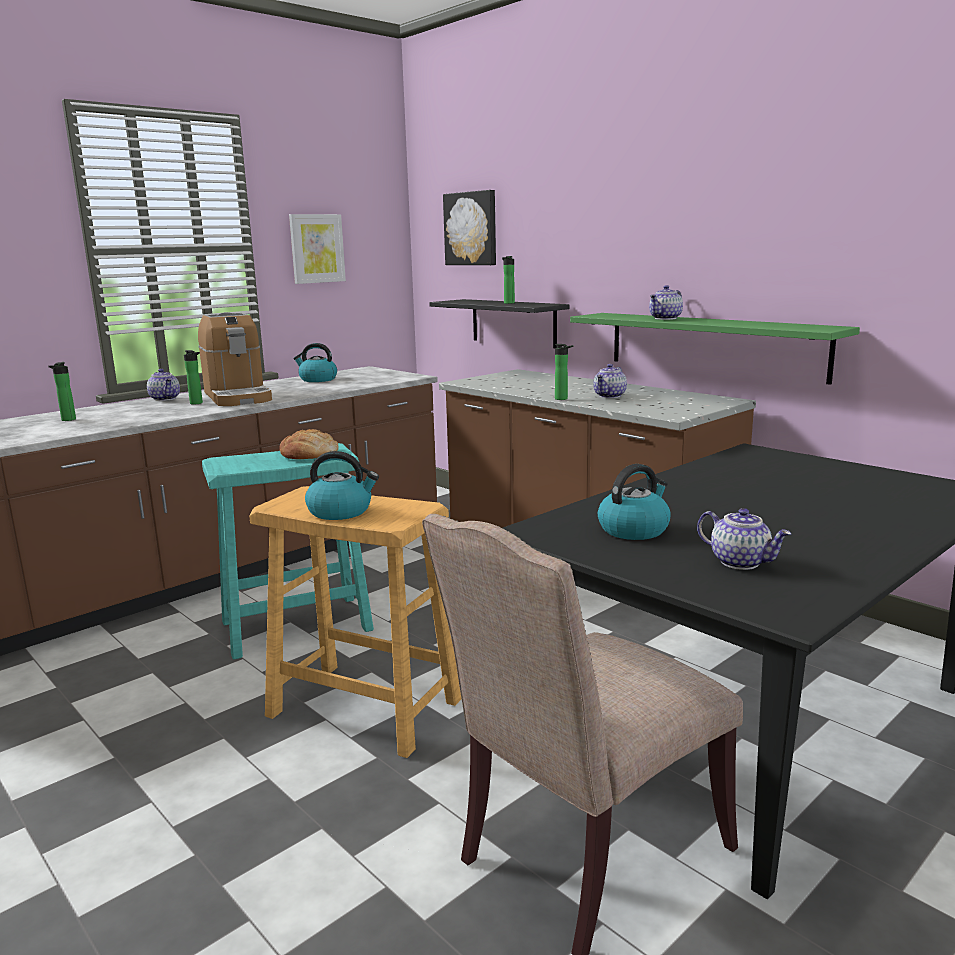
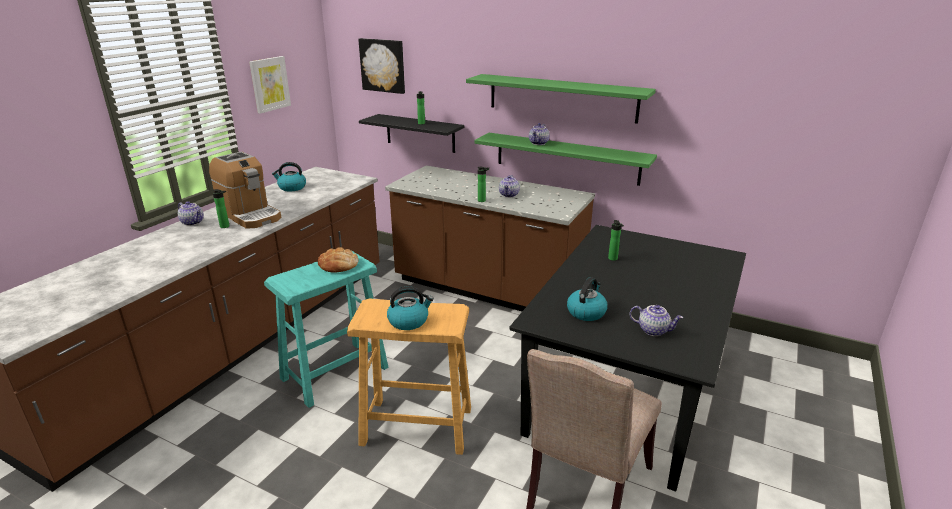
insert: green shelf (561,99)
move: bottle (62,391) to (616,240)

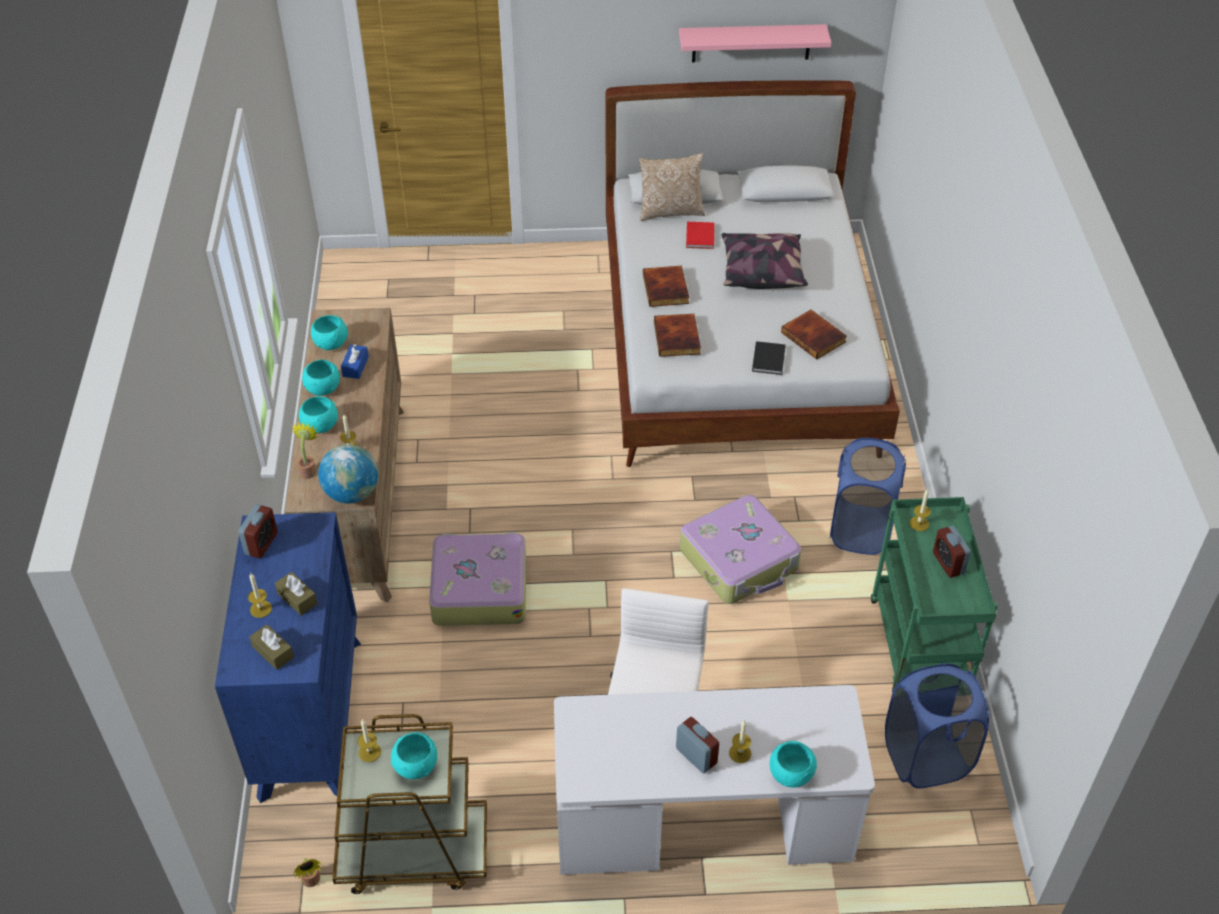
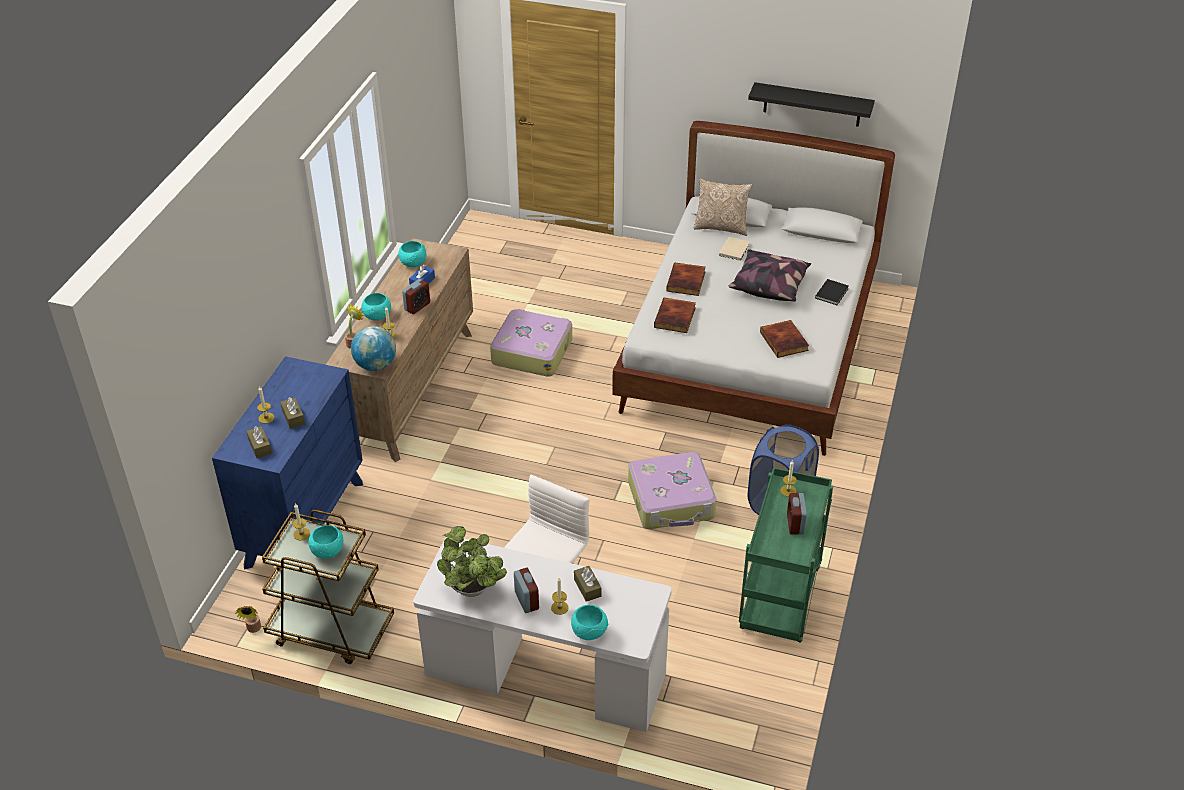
delete: turquoise bowl (321,378); blue laundry basket (937,725)
insert: potted plant (472,561); brown tissue box (588,584)
move: alarm clock (258,531) to (416,296); suitcase (477,579) to (531,343); black book (769,358) to (832,292)
recolor: pink shelf (755,43) to black shelf (811,104); red book (700,235) to beige book (734,249)

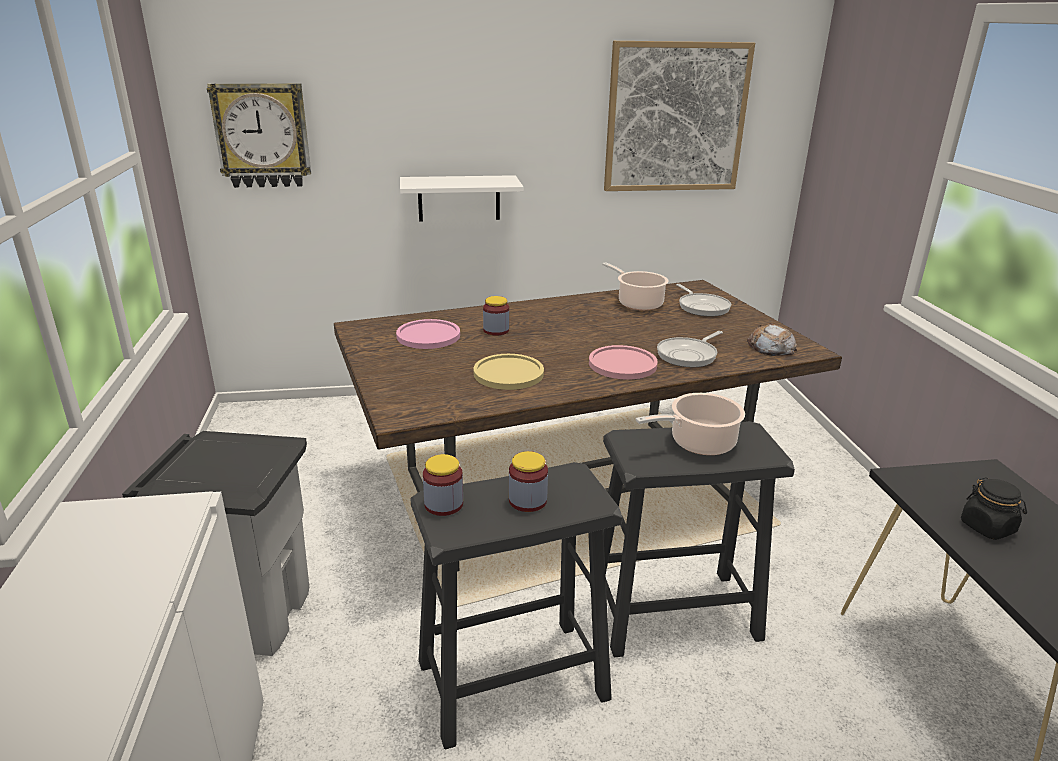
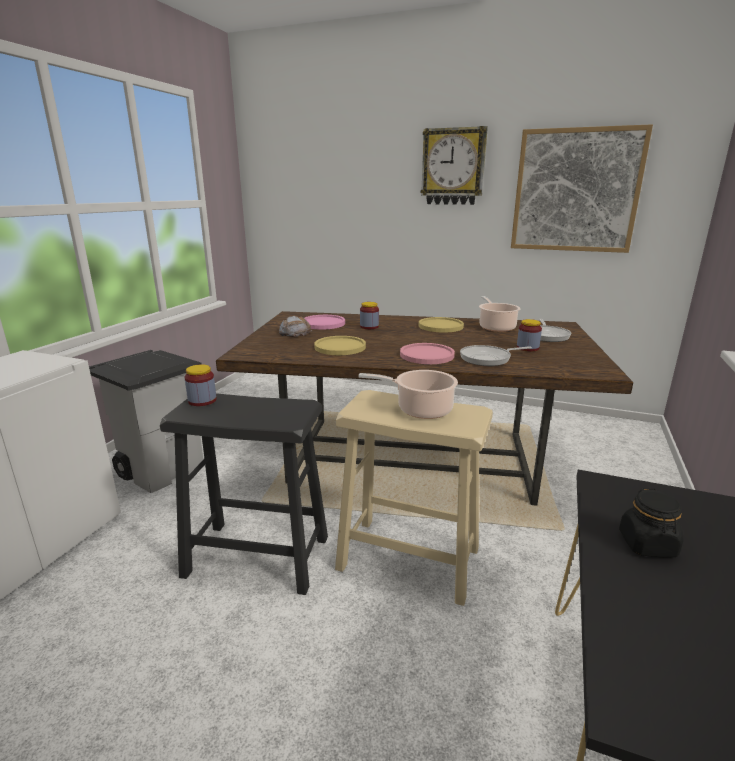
delete: white shelf (462,198)
insert: yellow plate (441,324)
move: wall clock (259,135) to (454,165); jar (528,481) to (529,335); bread (772,339) to (295,326)
recolor: black stool (692,539) to beige stool (414,498)

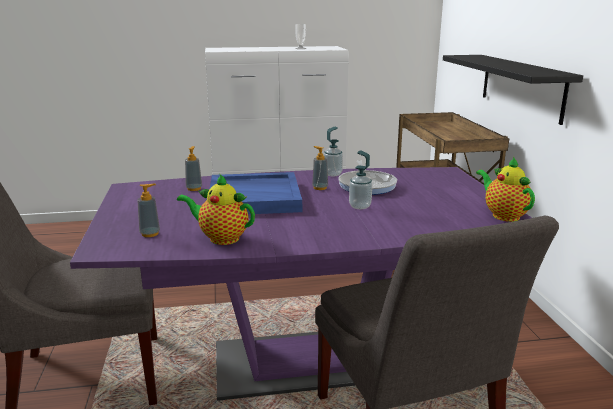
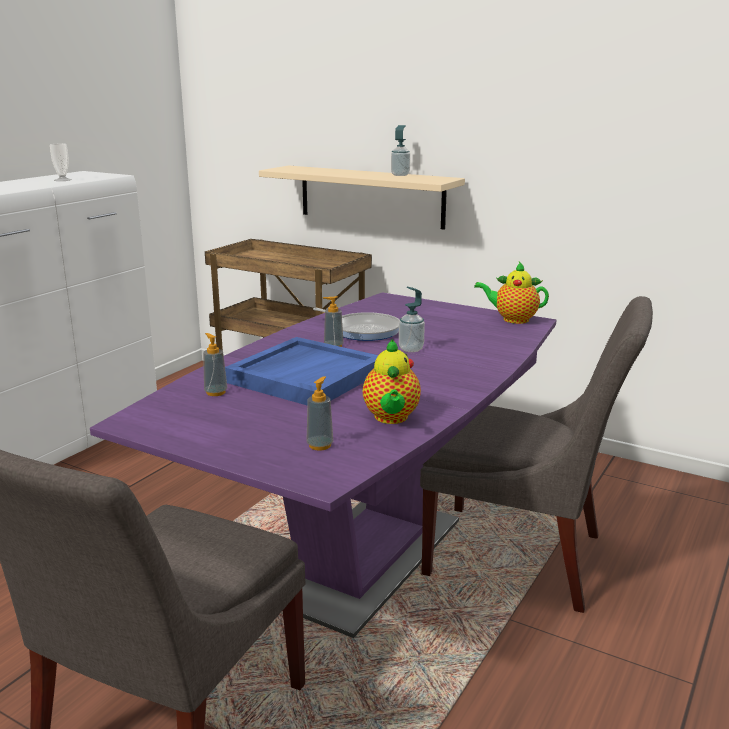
move: soap dispenser (333,151) to (400,150)
recolor: black shelf (513,90) to beige shelf (362,198)
rotate: teapot (216,209) = (392,381) 60 degrees counterclockwise

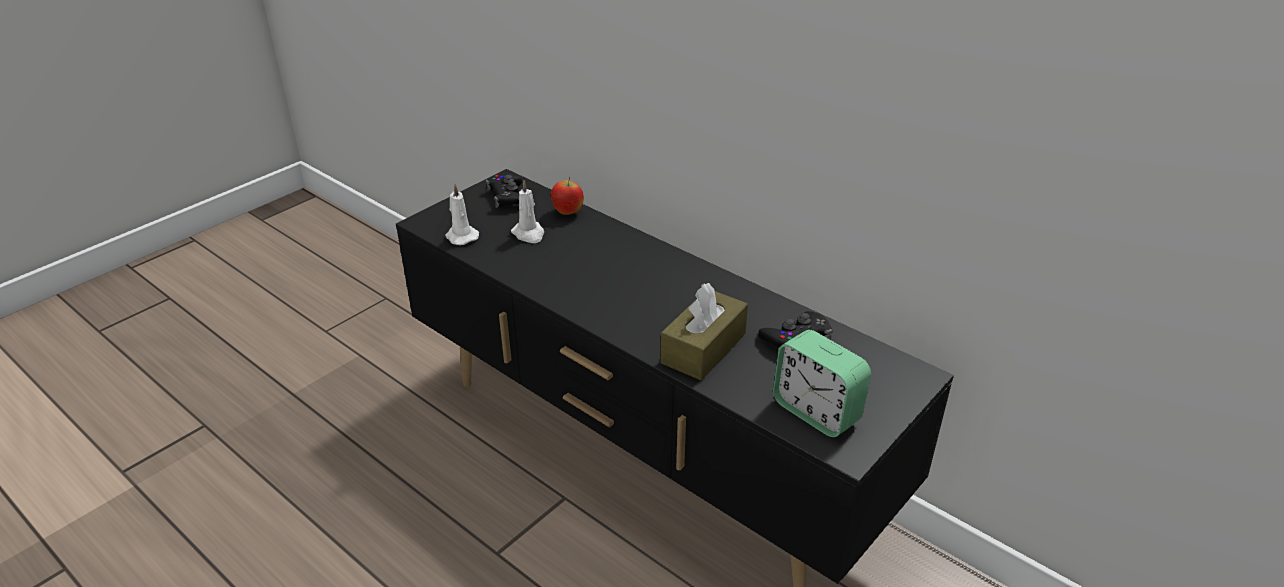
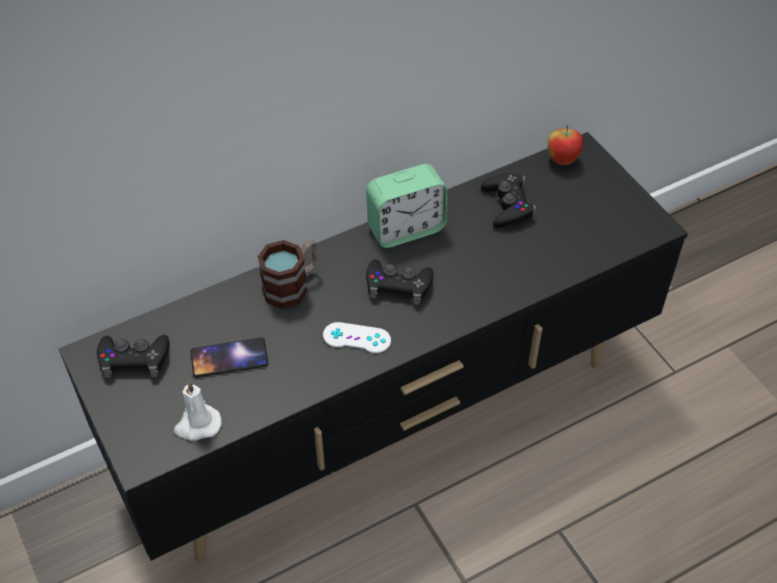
delete: brown tissue box (704,331)
insert: mug (288,274); white game controller (357,337); black game controller (399,282)
move: apple (567,196) to (565,145); alarm clock (822,383) to (407,206)
replace: white candle (527,211) to phone (229,357)

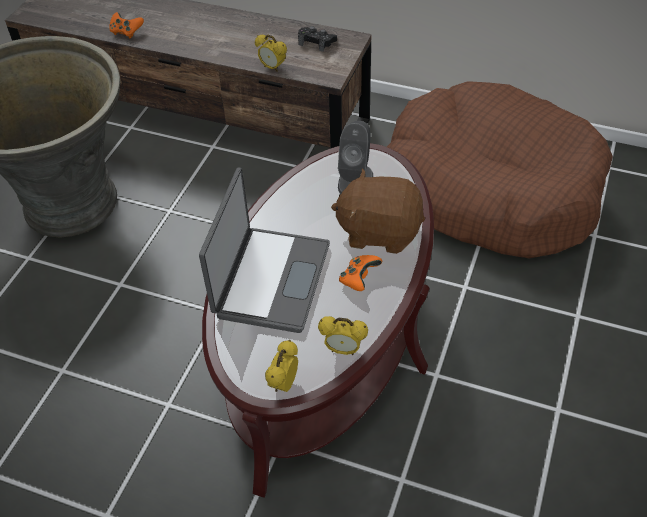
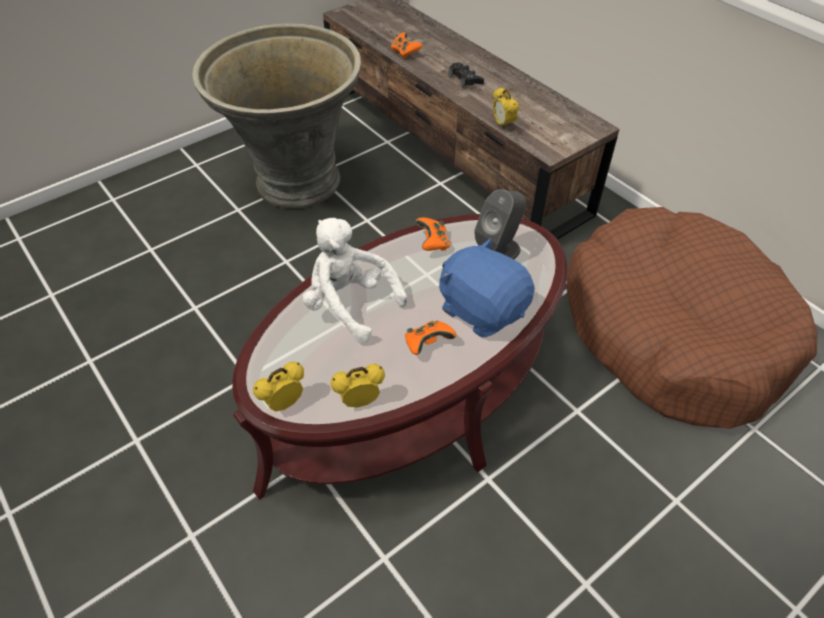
insert: orange game controller (433,234)
move: black game controller (317,39) to (466,75)
replace: laptop (264,250) to white plush toy (355,280)
recolor: brown plush toy (378,211) to blue plush toy (487,287)
rotate: alarm clock (343,335) = (358,386) 120 degrees clockwise

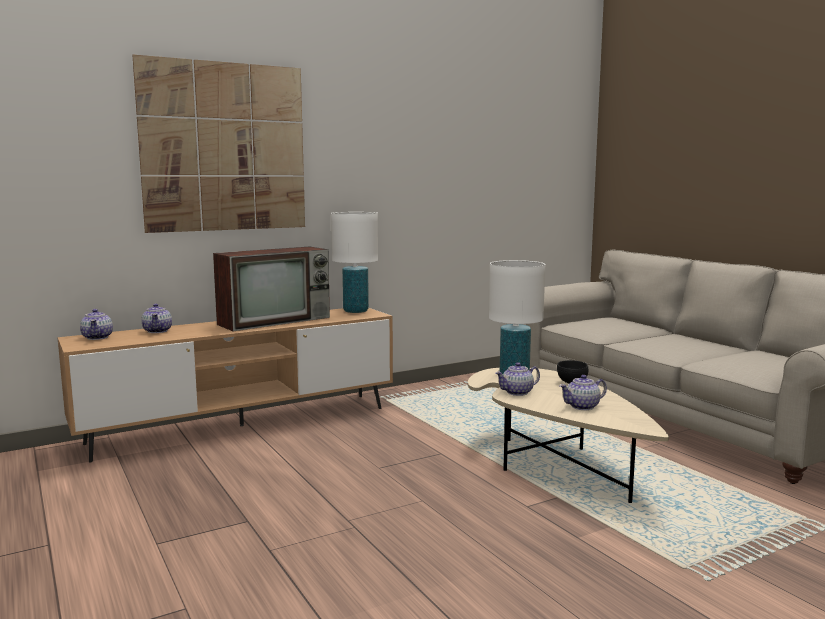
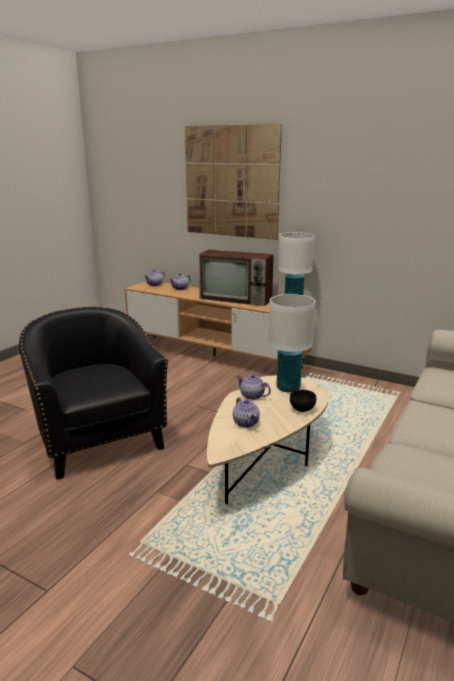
insert: black armchair (93,393)
rotate: teapot (583,392) = (246,412) 150 degrees counterclockwise

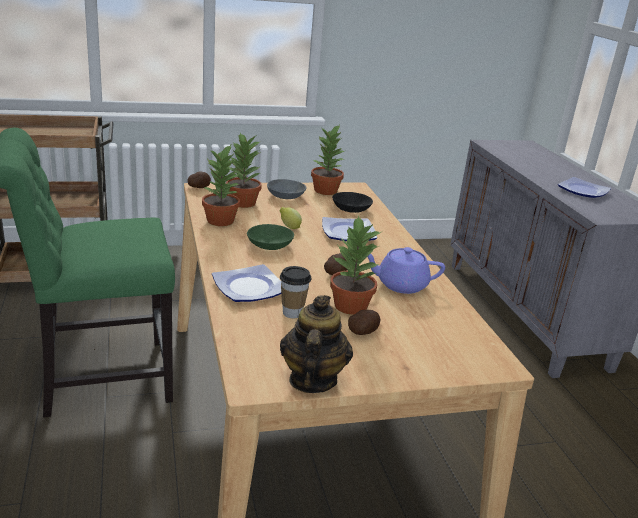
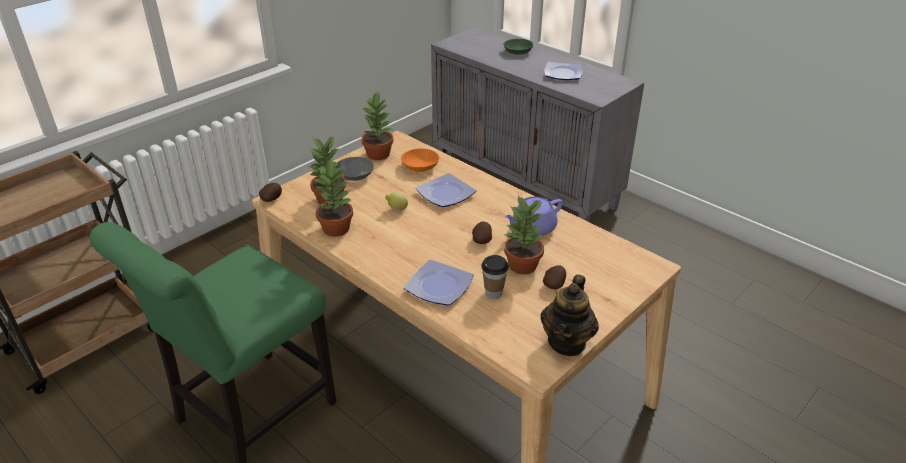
move: green bowl (270,237) to (518,47)
recolor: black bowl (352,202) to orange bowl (420,160)
rotate: teapot (316,344) = (570,315) 135 degrees counterclockwise

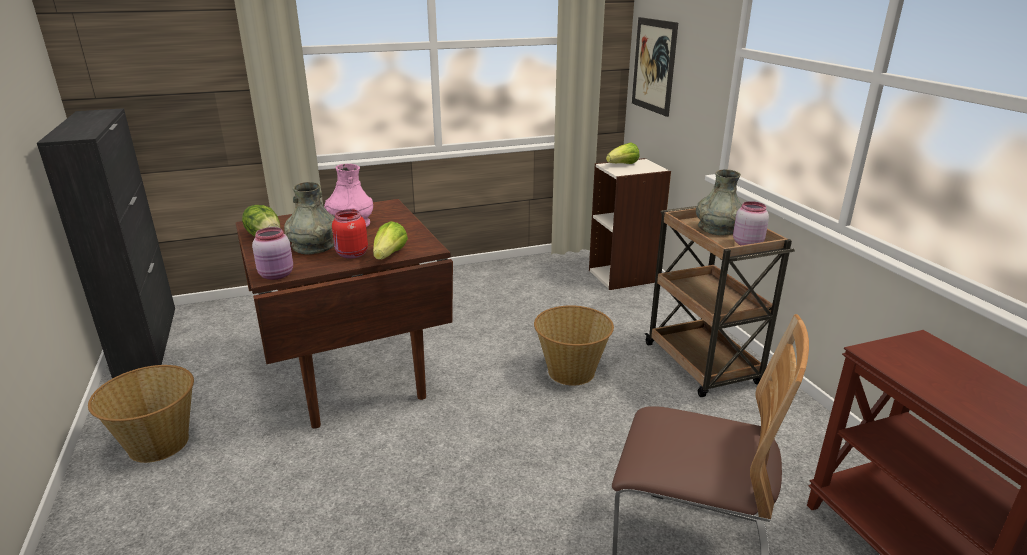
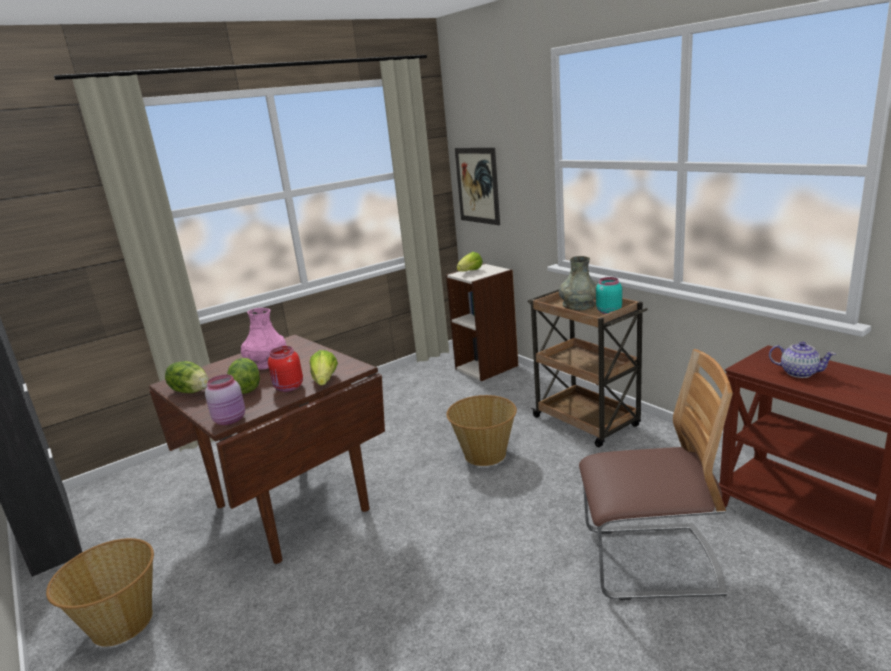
insert: teapot (802,359)
replace: grey vase (309,218) to lettuce (243,376)
recolor: pink jar (751,223) to turquoise jar (609,295)

